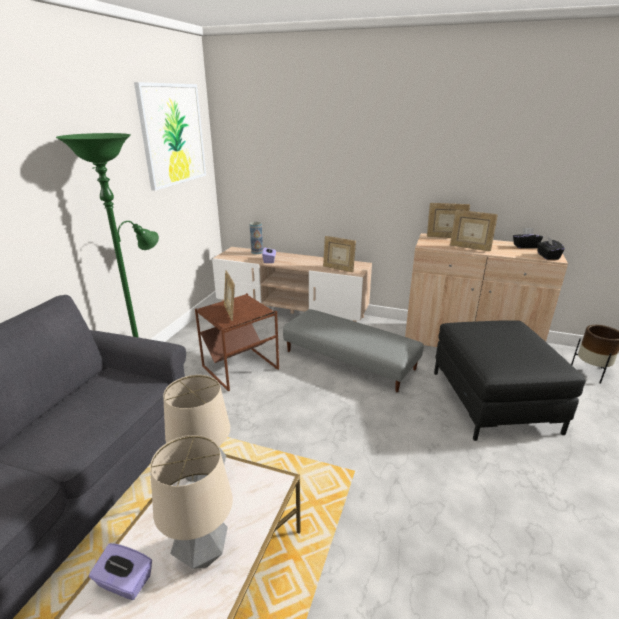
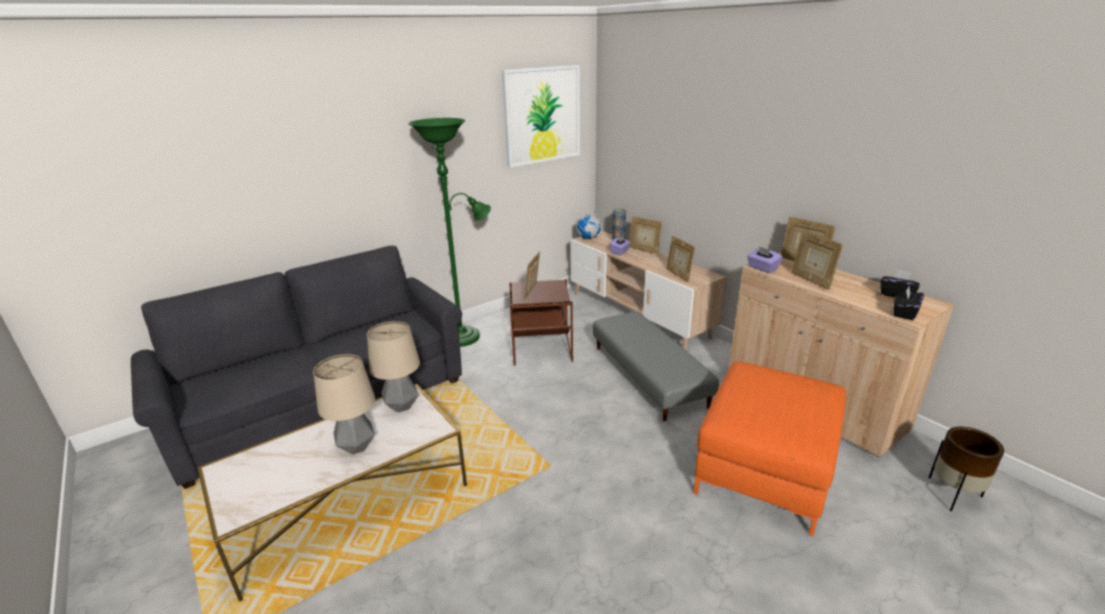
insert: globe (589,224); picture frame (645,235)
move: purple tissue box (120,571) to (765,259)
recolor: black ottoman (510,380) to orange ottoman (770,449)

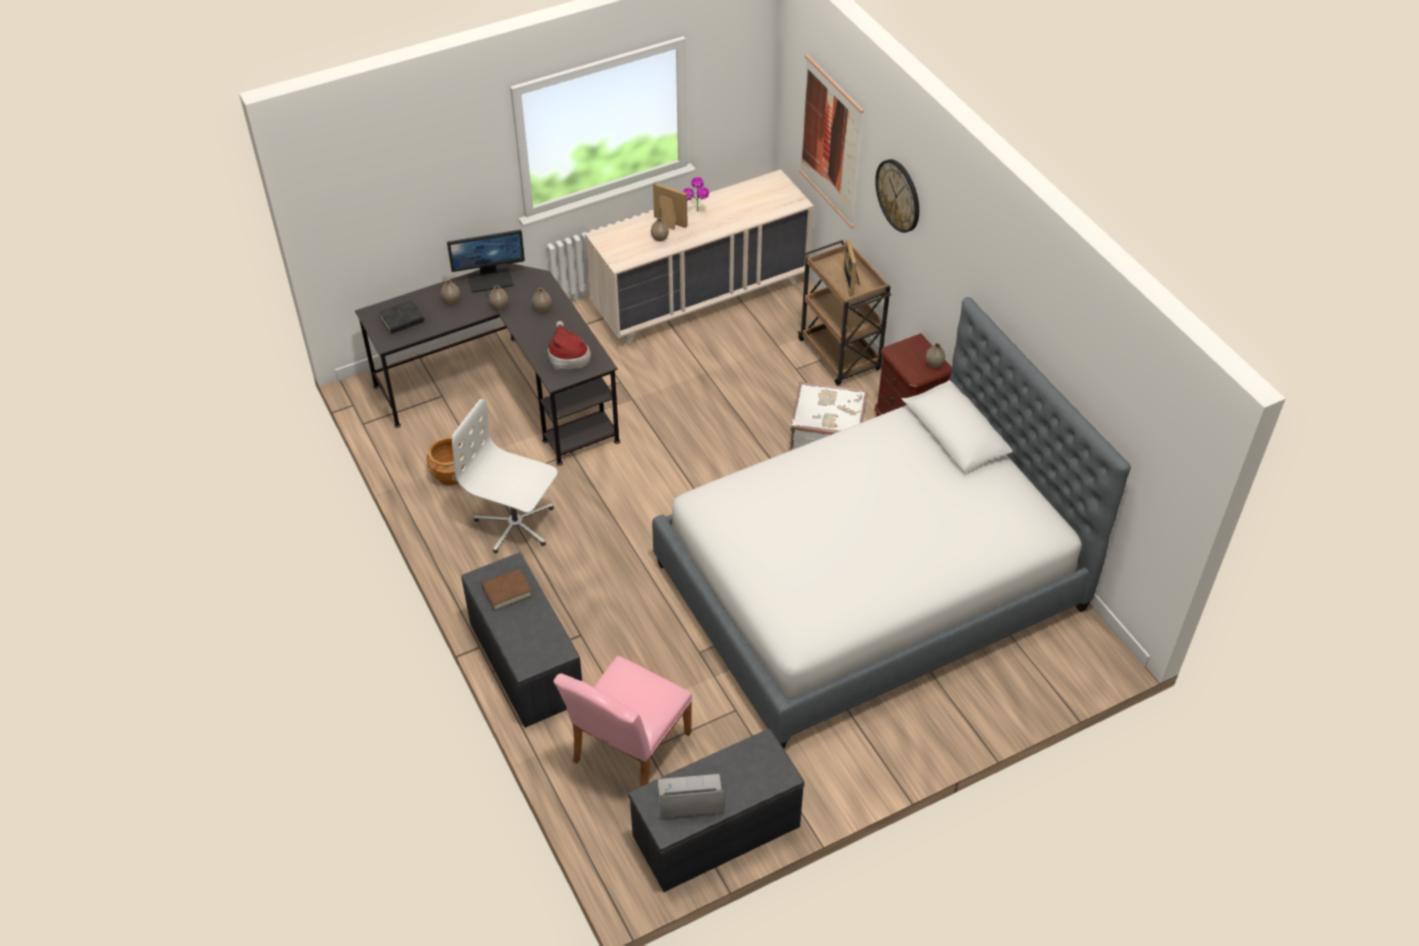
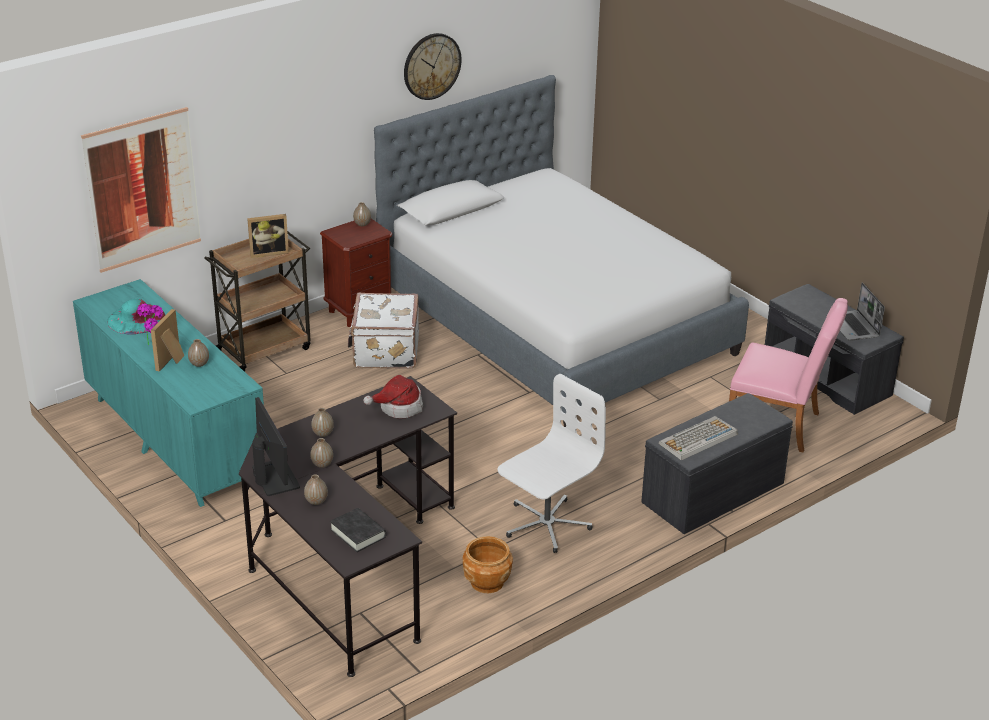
insert: turquoise hat (136,317)
move: wall clock (897,196) to (432,66)
replace: brown book (507,590) to keyboard (698,438)
recolor: beige dresser (699,257) to turquoise dresser (168,393)
rotate: white office chair (504,476) = (551,463) 150 degrees counterclockwise

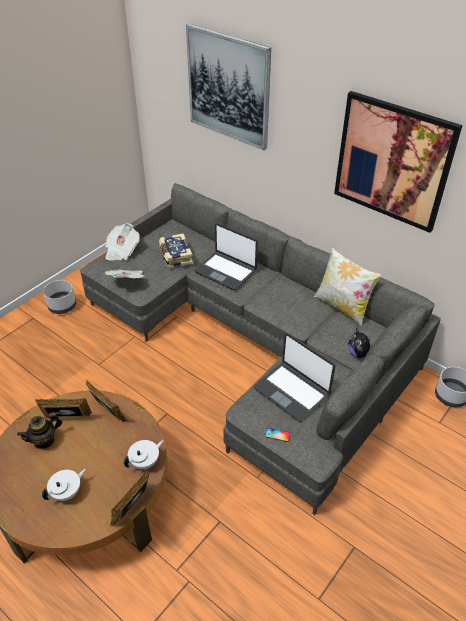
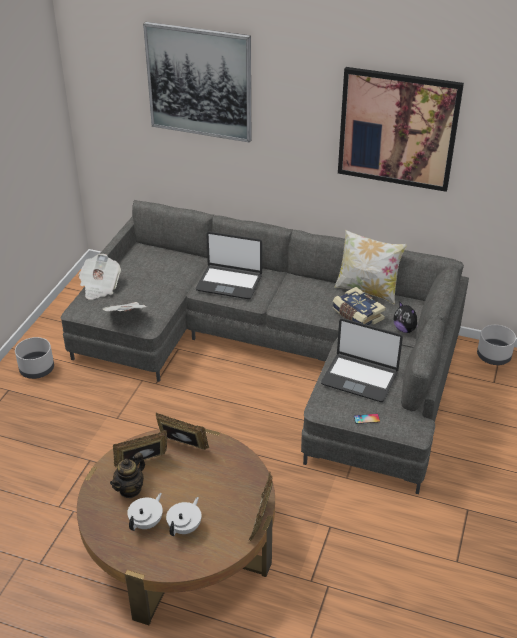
move: white teapot (144,454) to (145,512); book (176,251) to (359,306)

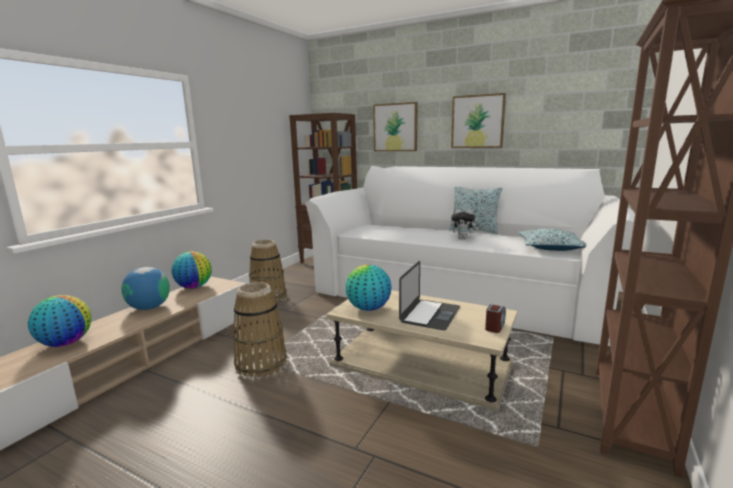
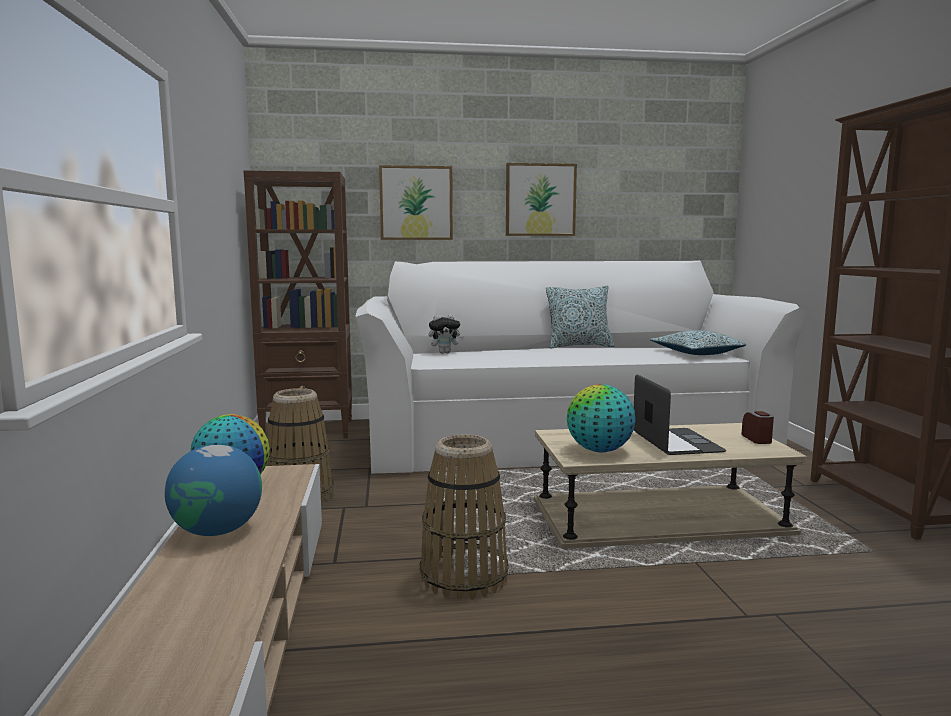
delete: globe (59,321)
move: plush toy (465,224) to (446,333)

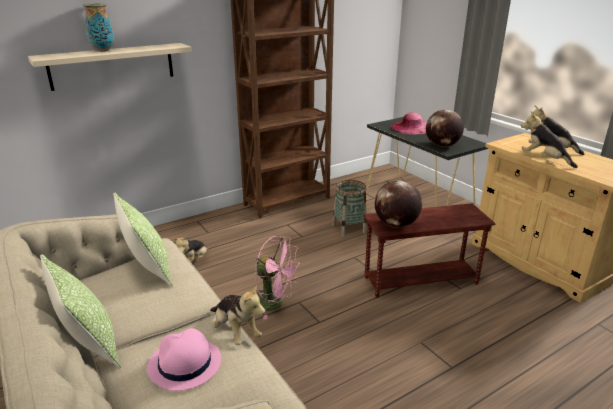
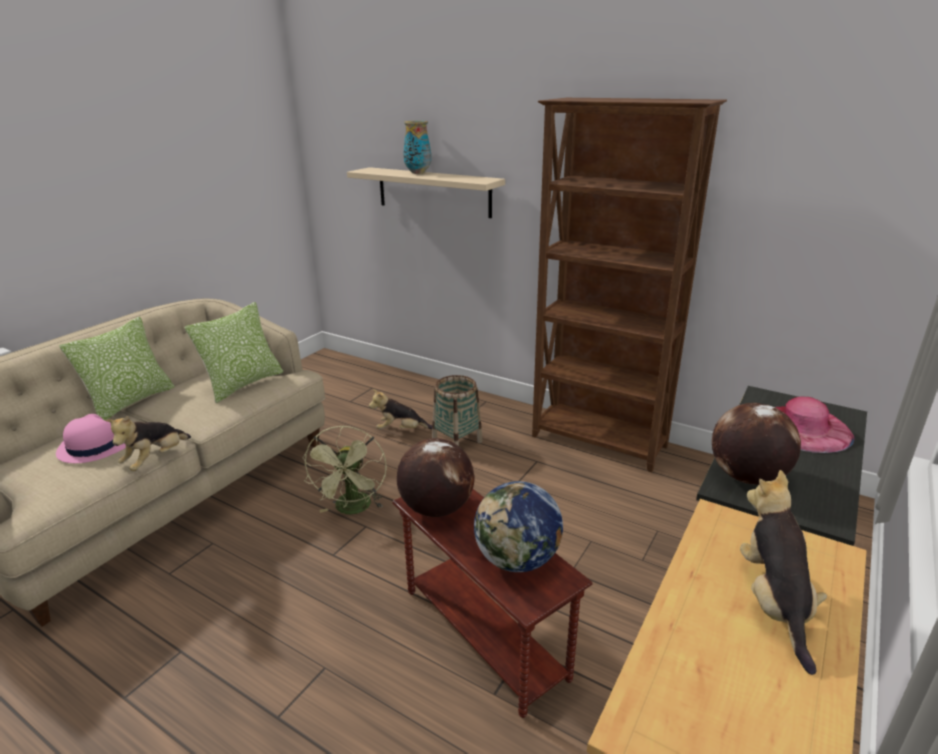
delete: plush toy (549,140)
insert: globe (518,526)
move: basket (349,208) to (457,410)
recolor: pink fan (278,278) to green fan (344,469)

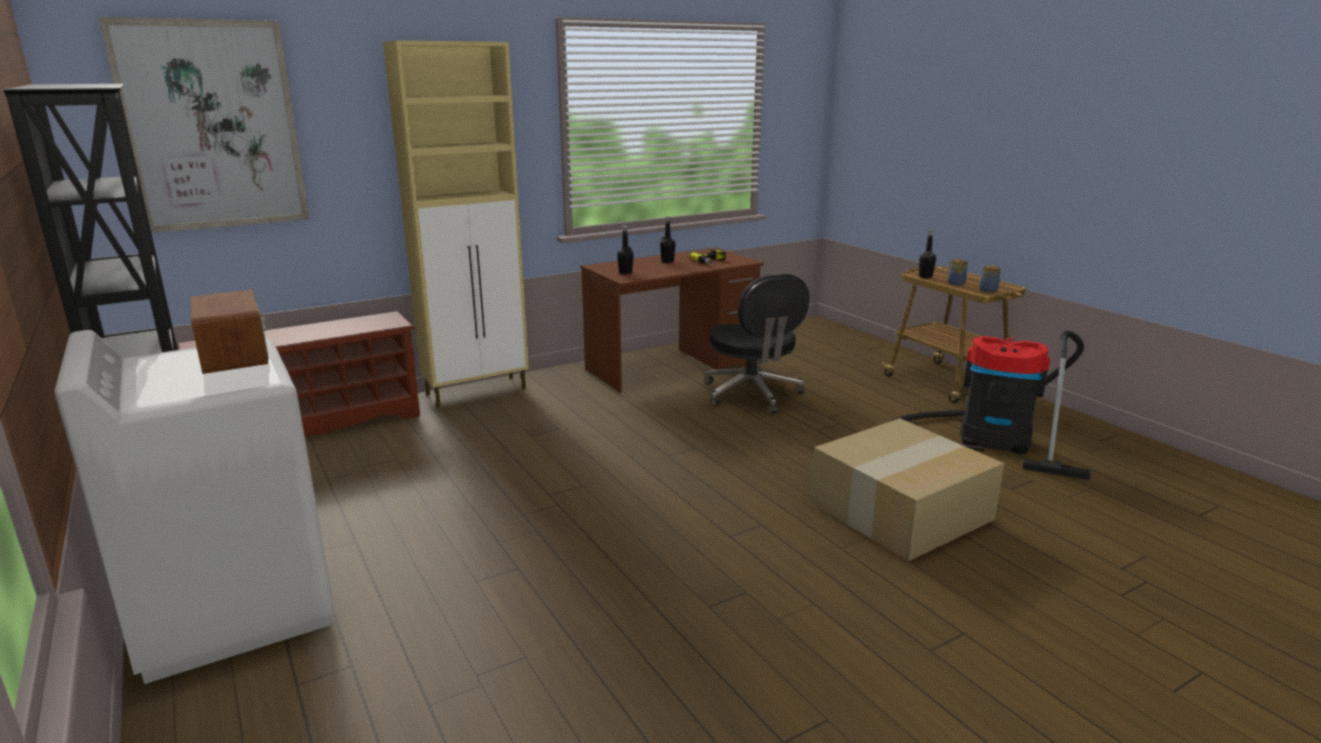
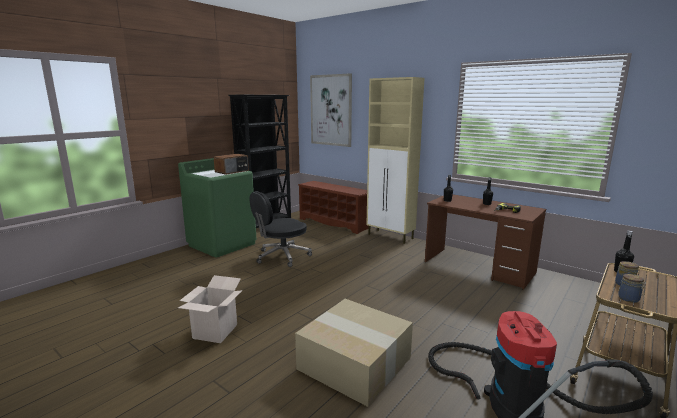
insert: cardboard box (210,309)
move: black office chair (756,344) to (281,229)
recolor: white washing machine (194,507) to green washing machine (217,208)

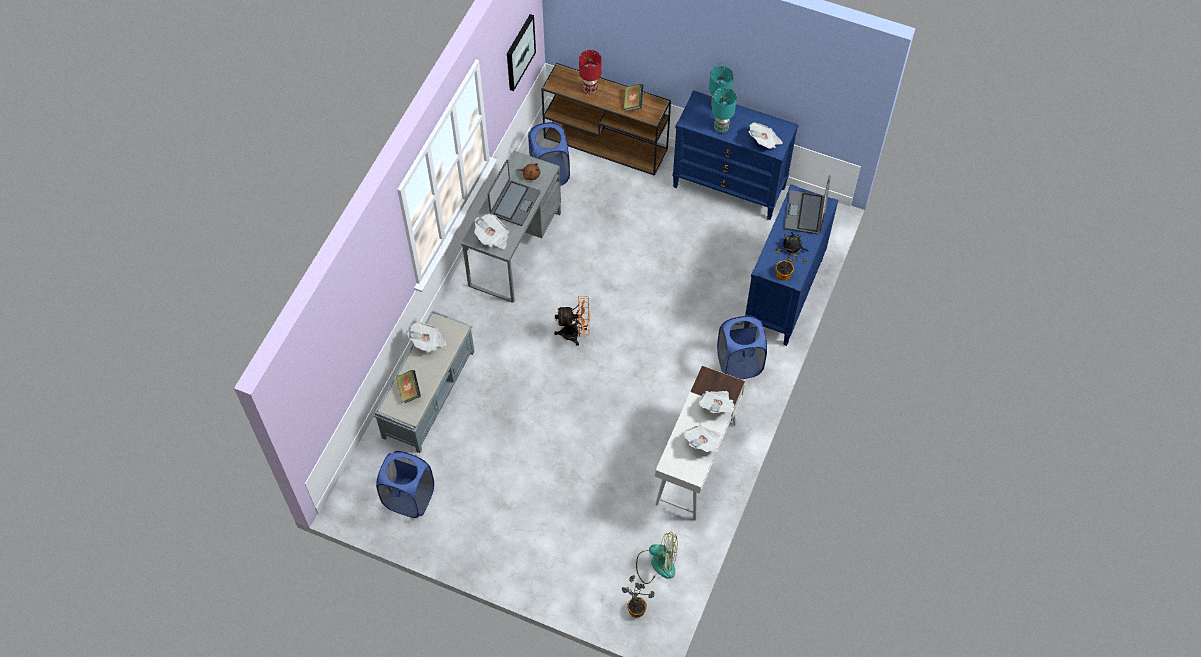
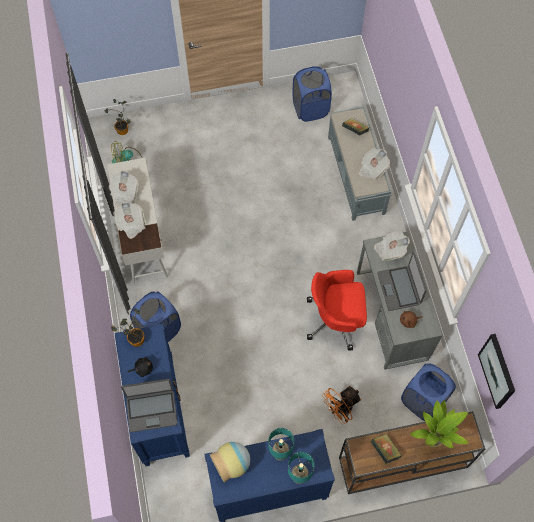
insert: red office chair (337,310)
move: orange fan (572,321) to (342,405)
replace: red table lamp (590,72) to potted plant (439,424); newspaper (765,135) to vase (230,462)
rotate: laptop (807,204) = (149,405) 105 degrees clockwise

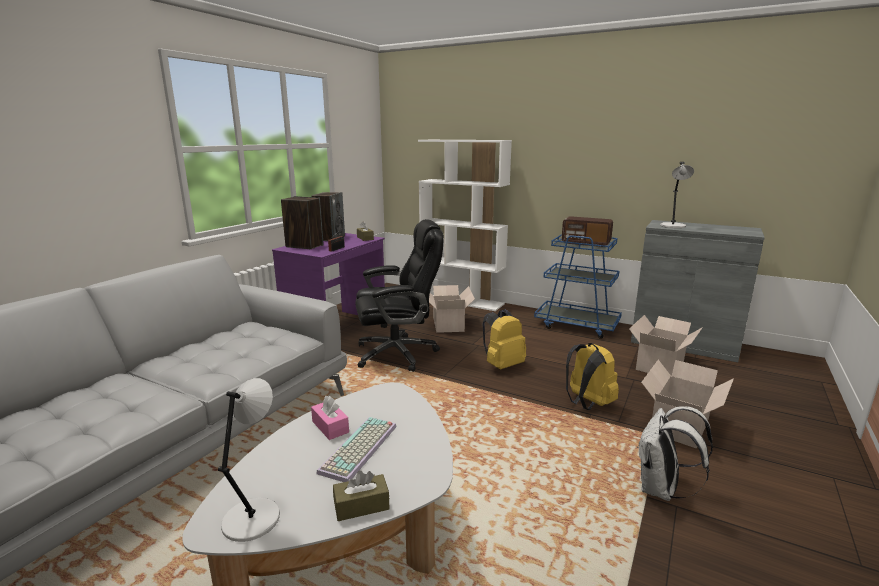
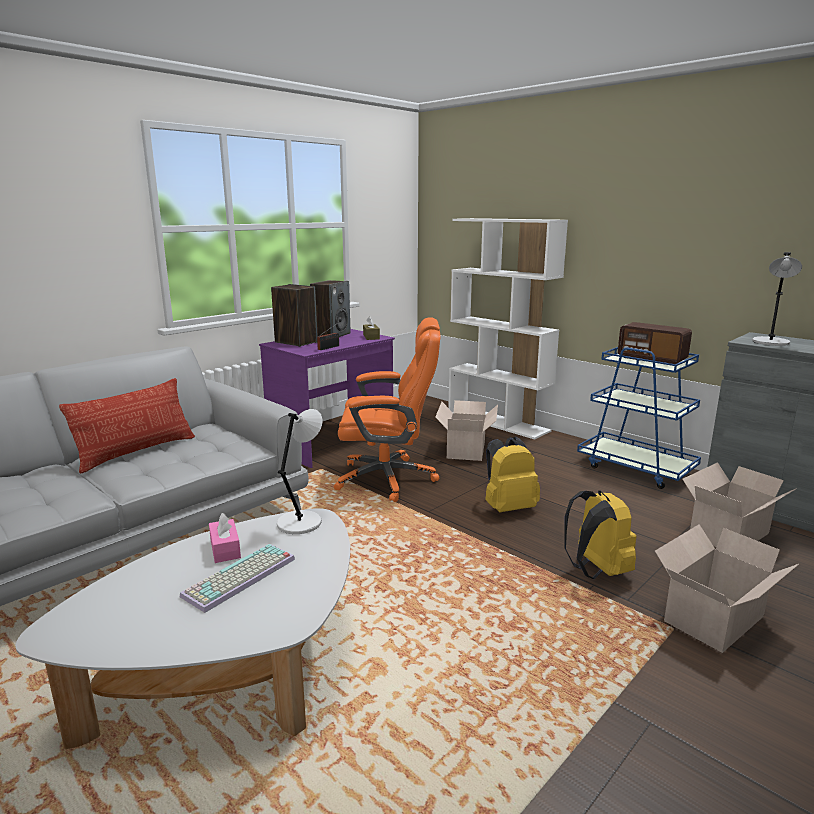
delete: brown tissue box (361,496); white backpack (675,453)
insert: pillow (127,426)
move: grey table lamp (249,460) to (299,471)
recolor: black office chair (400,295) to orange office chair (387,409)

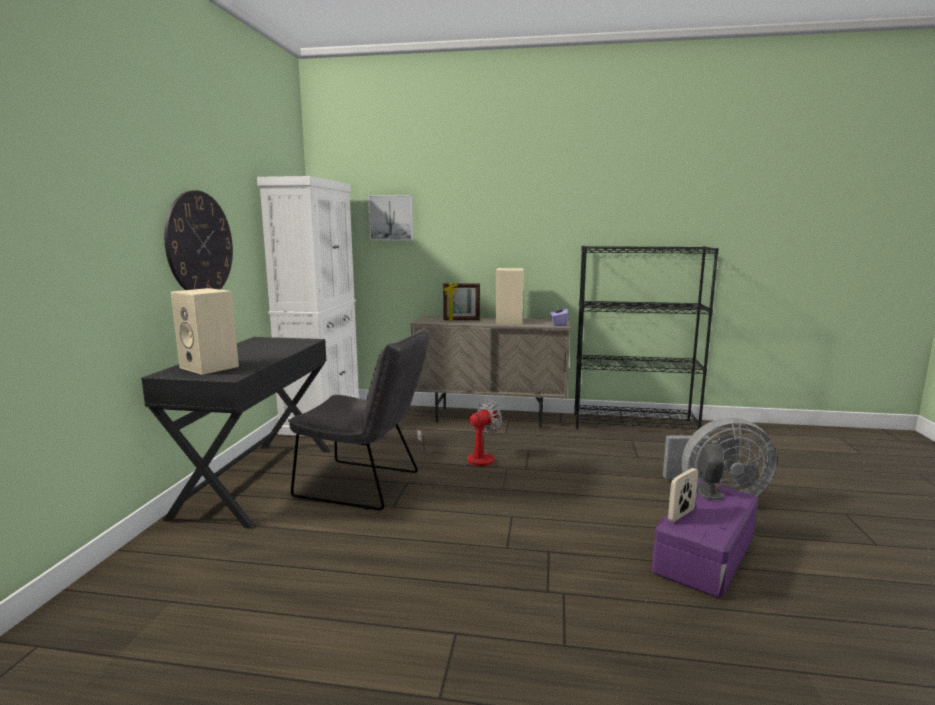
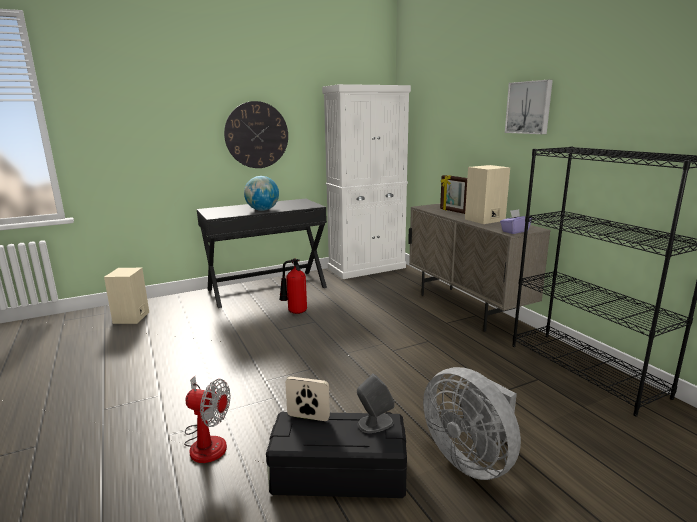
insert: globe (261,193)
move: beige speaker (205,331) to (126,296); picture (390,218) to (529,107); fan (459,433) to (207,419)
replace: grey chair (358,419) to fire extinguisher (293,286)
recolor: purple storage box (705,539) to black storage box (336,455)

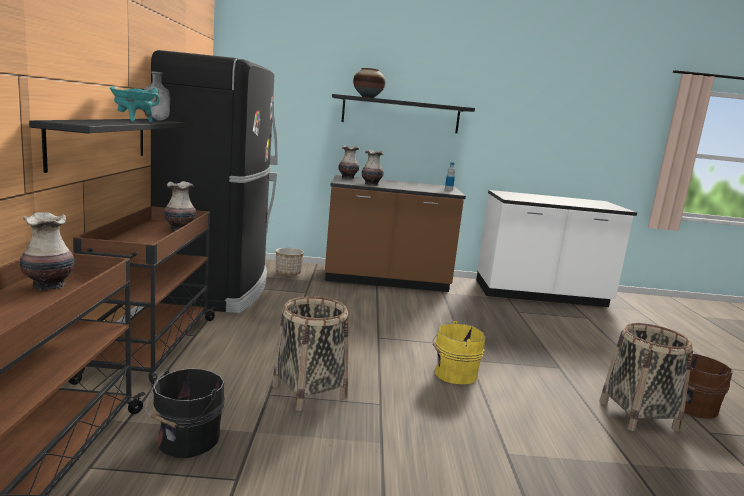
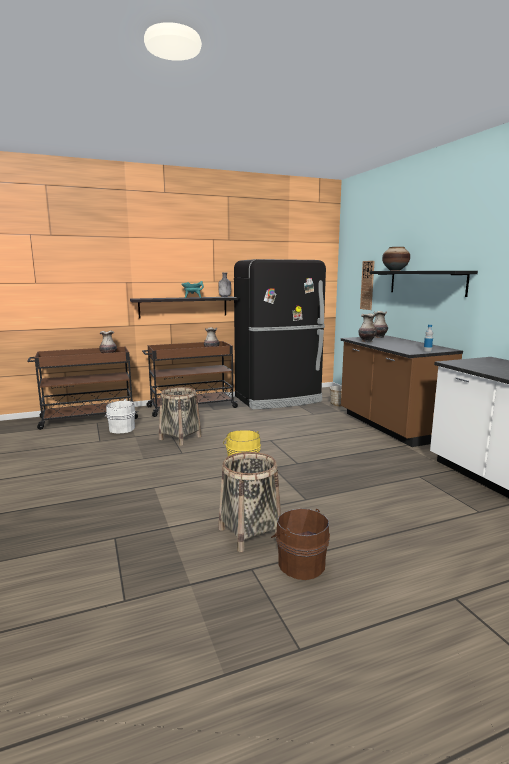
insert: wall clock (367,285)
recolor: black bucket (185,413) to white bucket (119,416)

